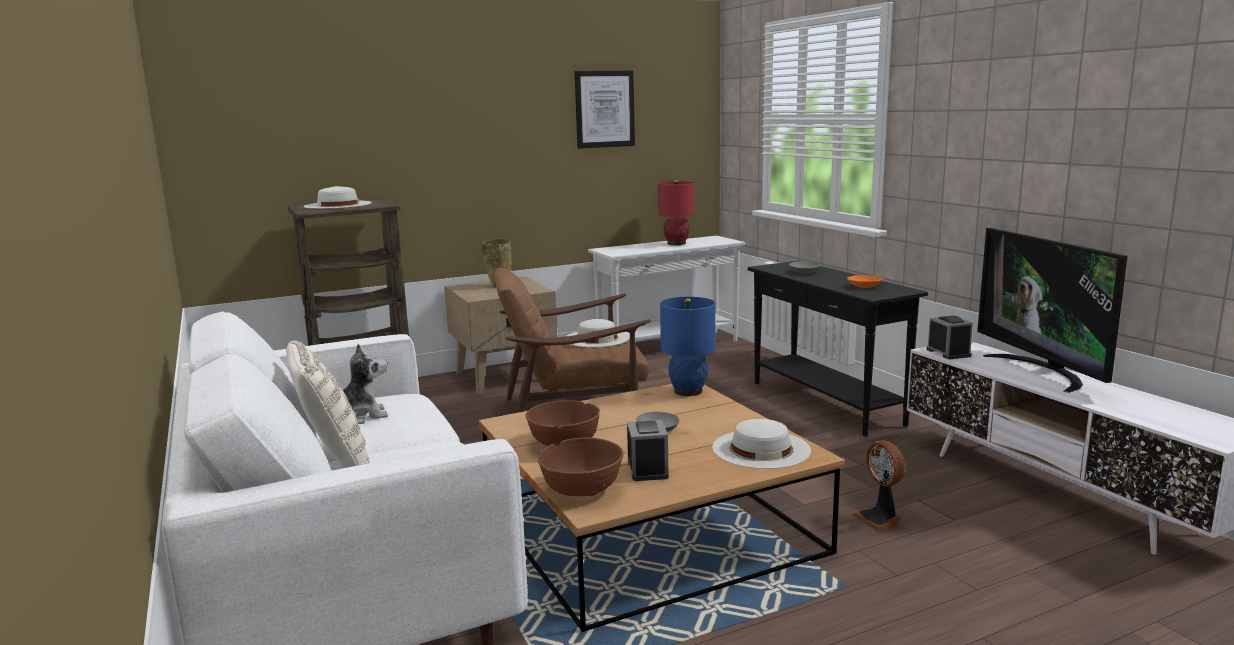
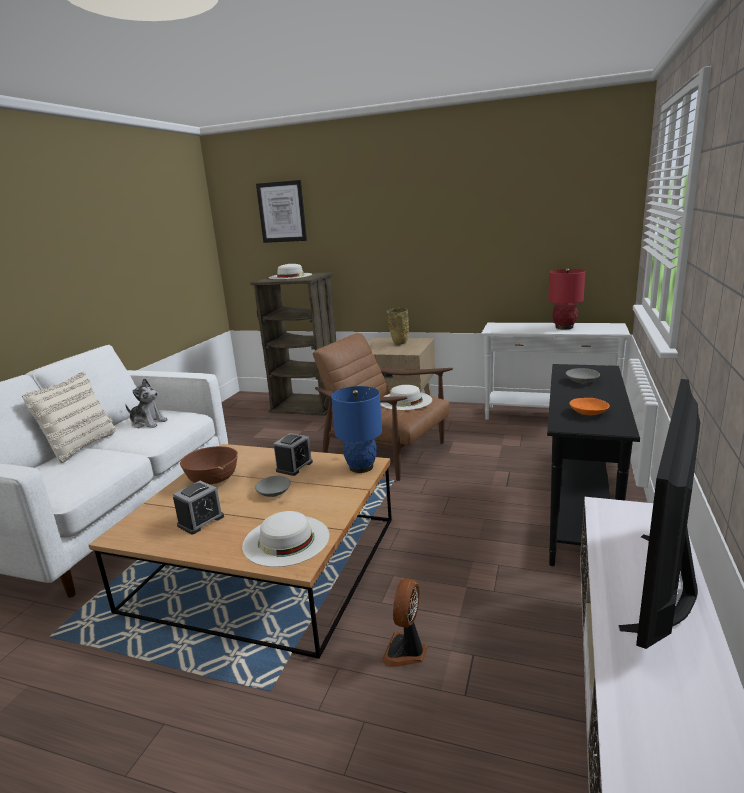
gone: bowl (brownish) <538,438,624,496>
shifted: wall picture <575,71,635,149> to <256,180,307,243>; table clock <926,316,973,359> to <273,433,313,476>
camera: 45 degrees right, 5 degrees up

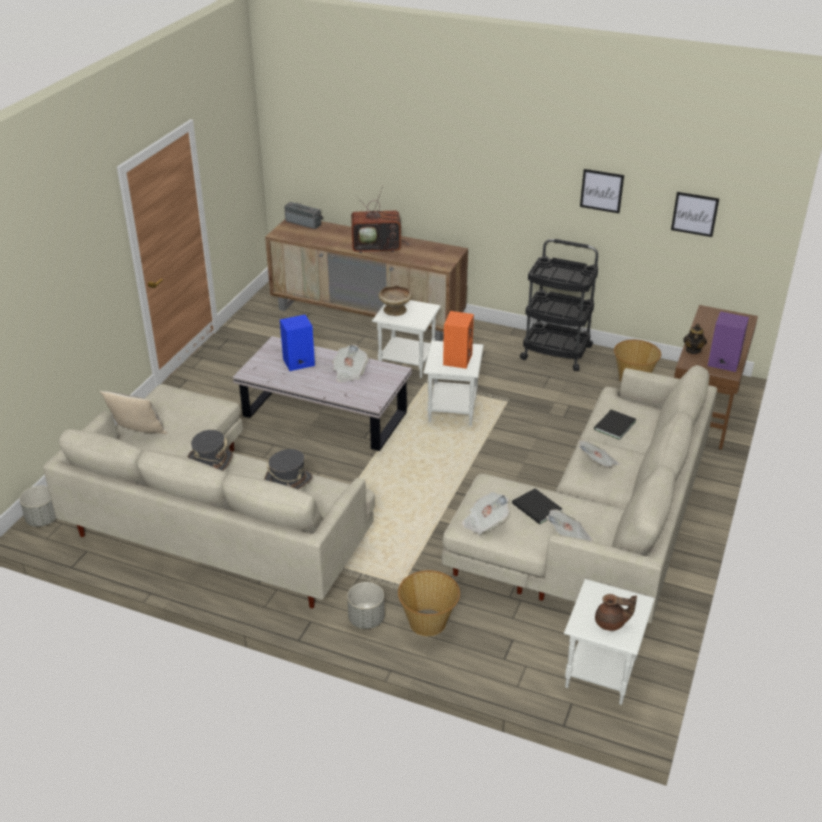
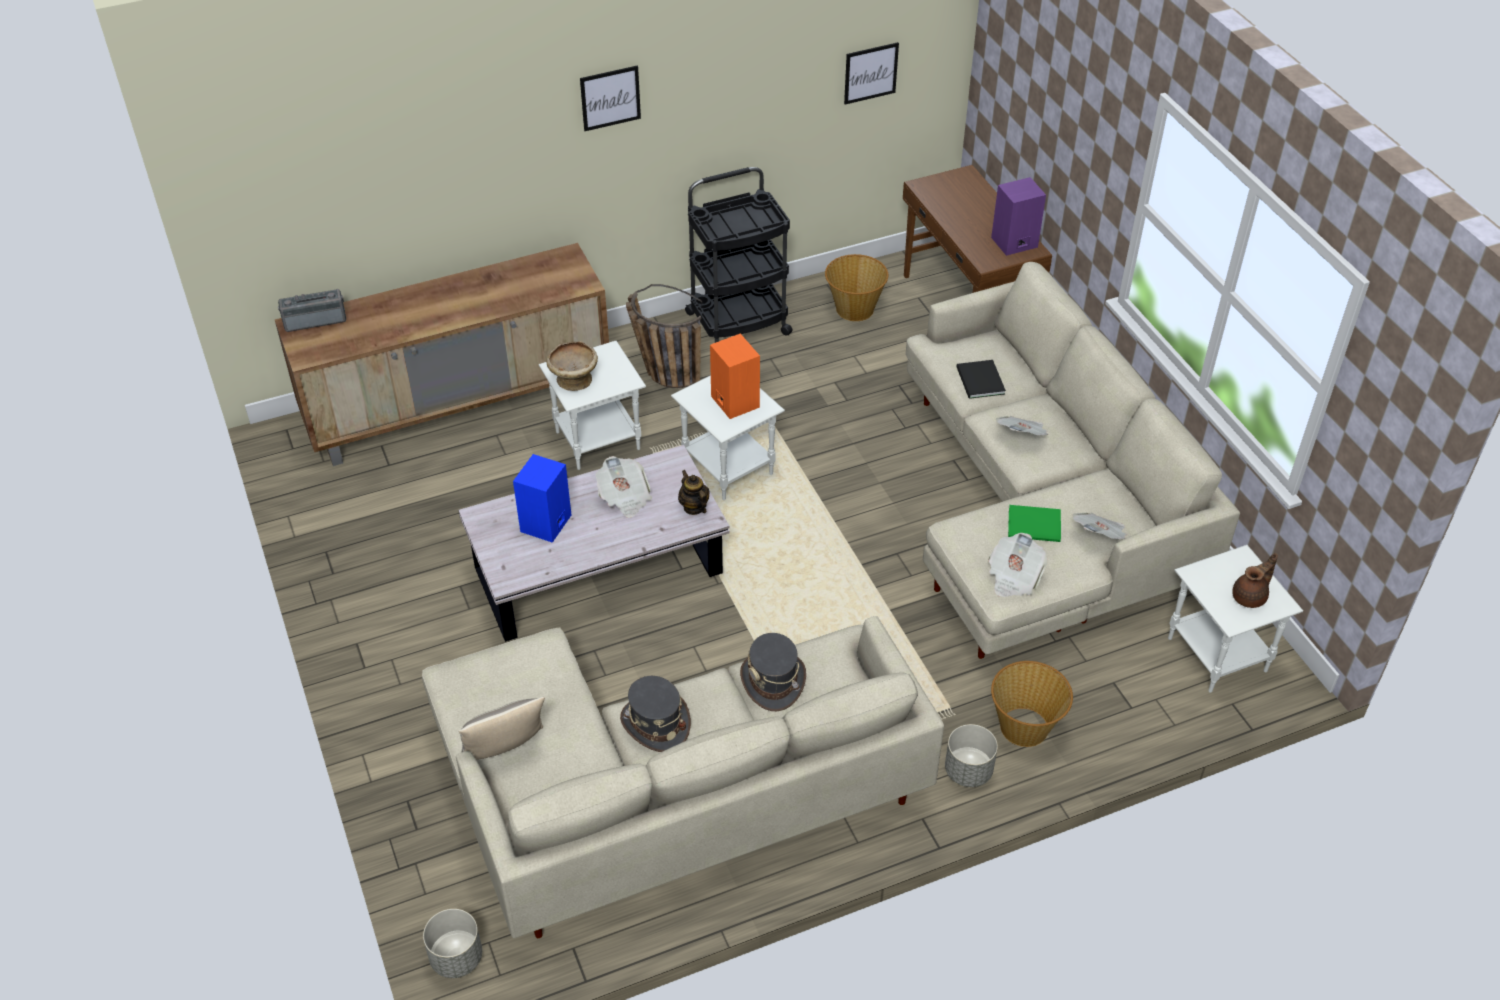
gone: TV <351,185,409,253>
new: basket <626,284,702,388>
shifted: wall picture <580,169,624,213> to <580,66,641,131>; tea pot <683,324,707,354> to <678,470,710,515>
repainted: volume (blackish) <512,488,562,524> to volume (greenish) <1008,505,1061,542>
camera: 45 degrees left, 10 degrees up

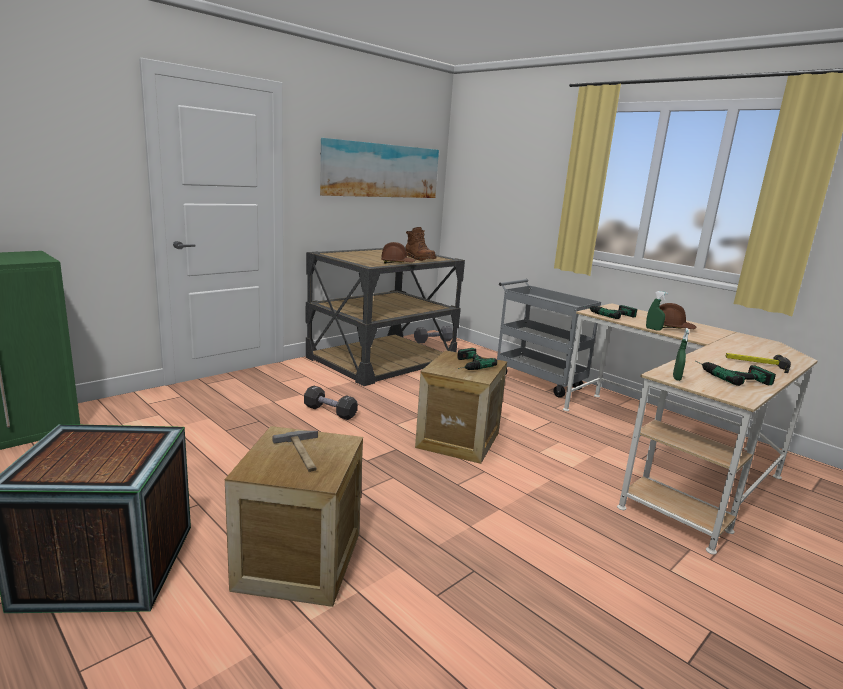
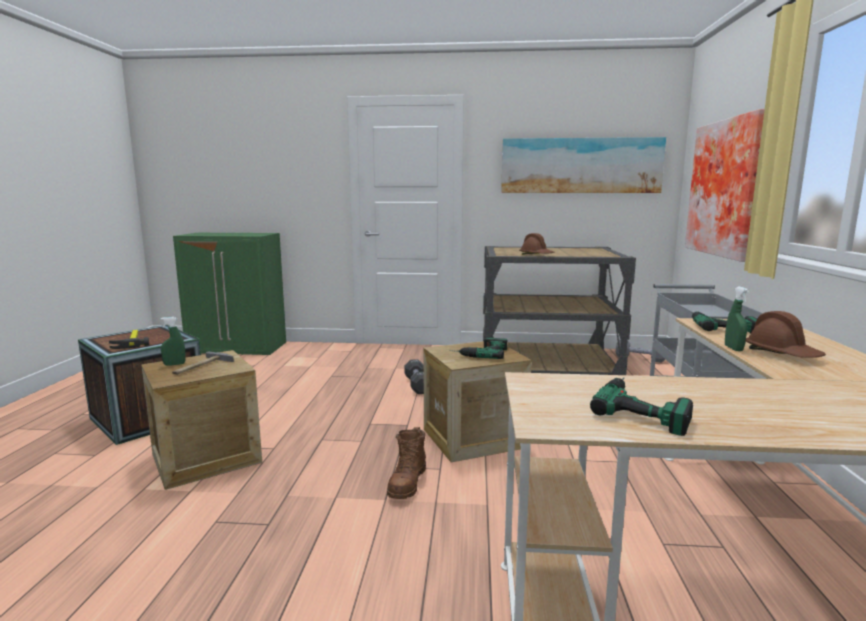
new: wall picture <685,109,765,262>
shifted: boot (brownish) <405,227,437,261> to <387,427,426,499>; hand sprayer (greenish) <673,328,690,381> to <160,317,186,366>; tool hammer <726,353,791,373> to <109,330,149,349>
camera: 50 degrees right, 5 degrees down

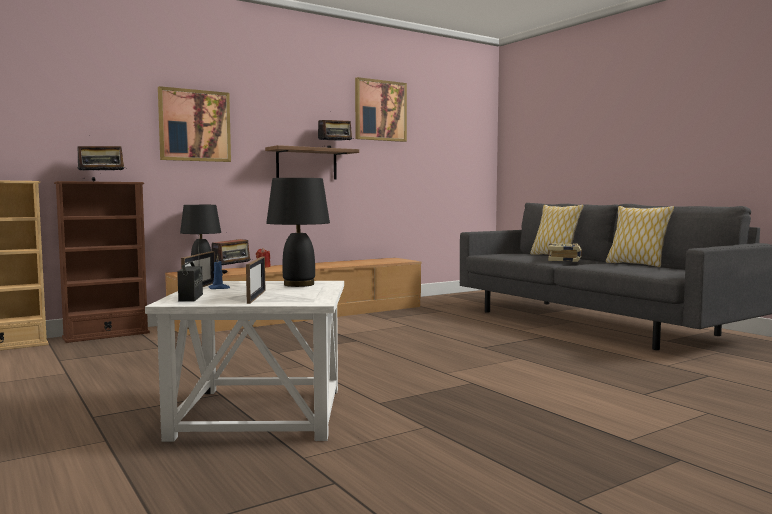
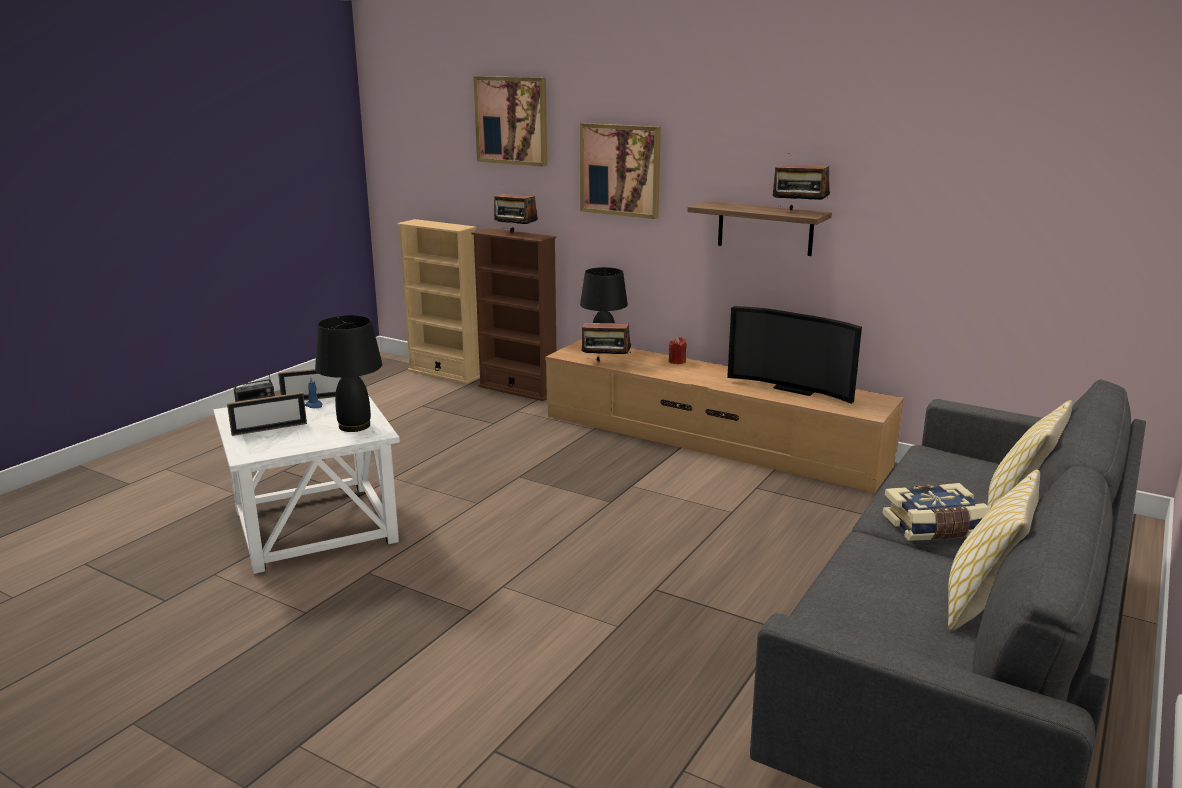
new: TV <727,306,862,404>
shifted: wall picture <355,77,407,142> to <473,76,547,167>
camera: 65 degrees right, 15 degrees up

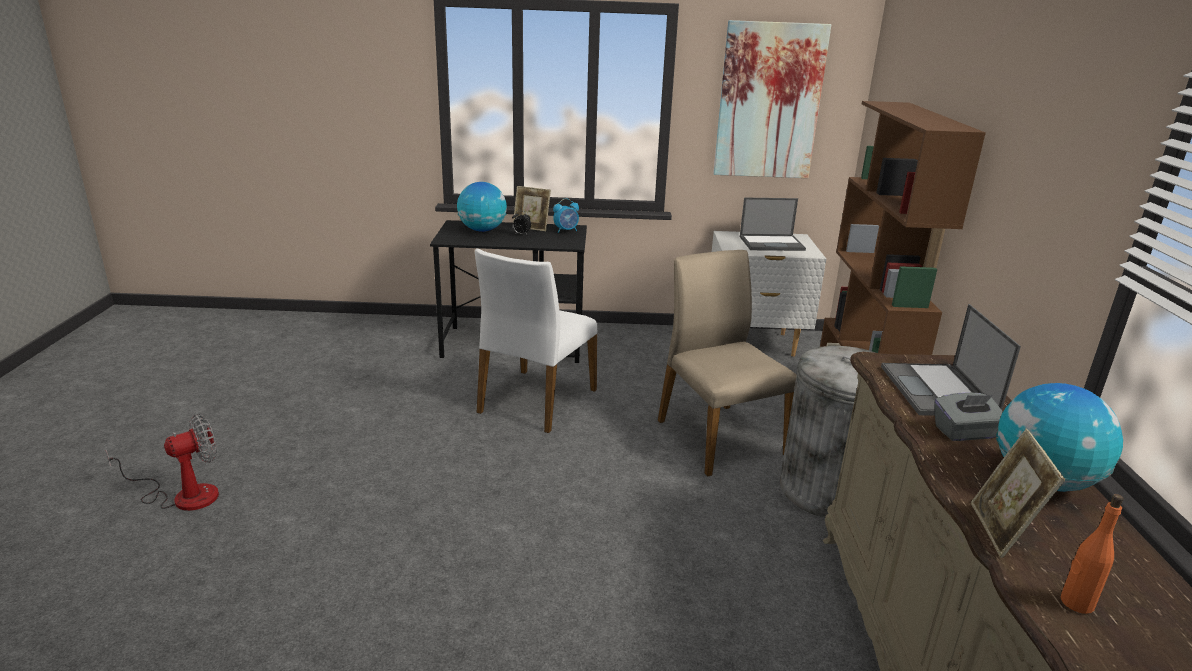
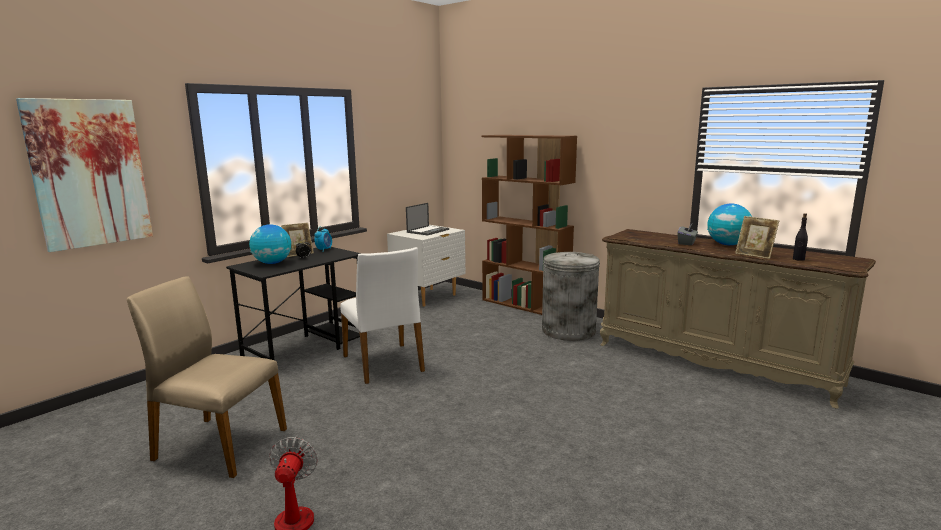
gone: portable computer <881,304,1021,416>
shifted: plain chair (beige-coloured) <658,250,797,477> to <127,276,287,478>; wall picture <713,20,831,178> to <16,98,153,252>
repainted: bottle (orange-coloured) <1061,494,1124,614> to bottle (blackish) <793,213,808,261>
camera: 50 degrees left, 10 degrees down

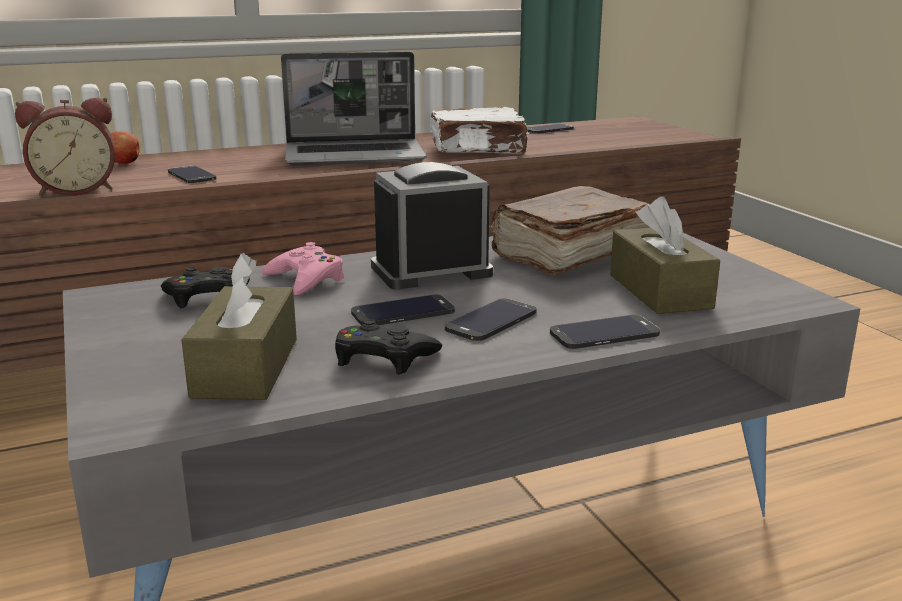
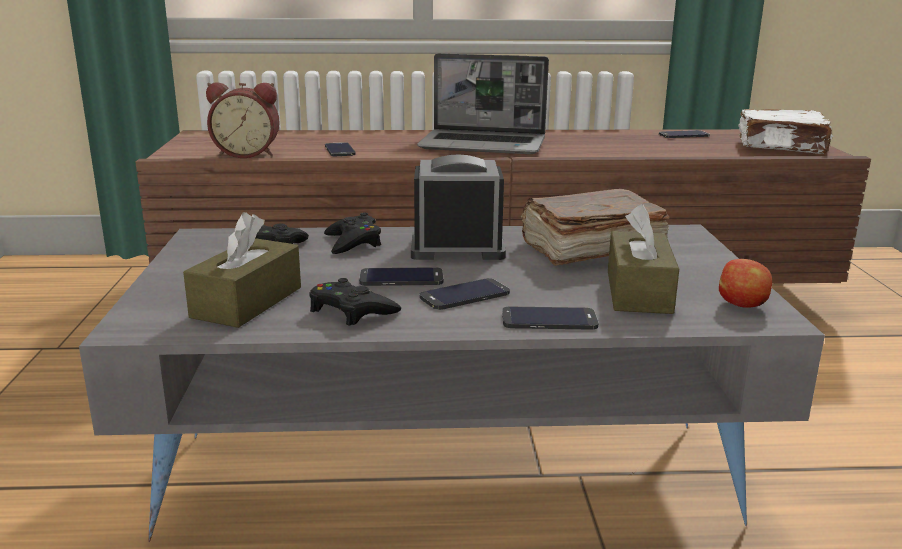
shifted: whole apple <110,131,139,164> to <719,259,772,308>; volume (white-coloured) <431,107,529,154> to <738,109,833,154>
repainted: game controller (pink-coloured) <262,242,344,295> to game controller (blackish) <324,213,381,254>
camera: 20 degrees right, 0 degrees up

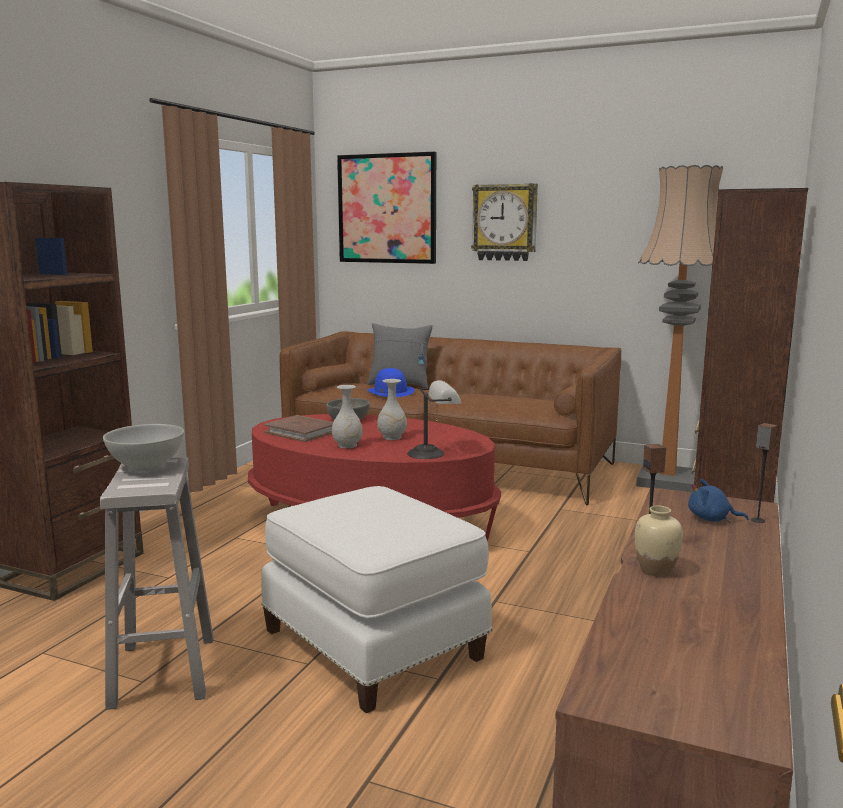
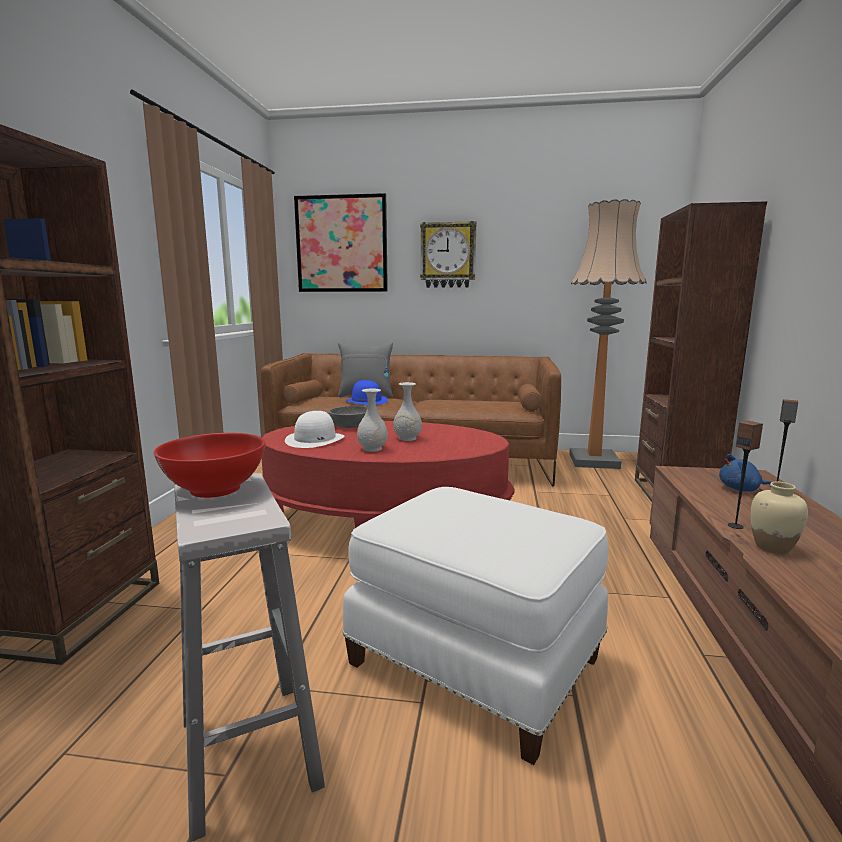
gone: tabletop lamp <407,380,461,459>
swapped: volume (brownish) <264,415,333,442> to hat (white-coloured) <285,411,345,448>
repainted: bowl (white-coloured) <103,424,184,472> to bowl (red-coloured) <154,433,265,498>
camera: 15 degrees left, 0 degrees up

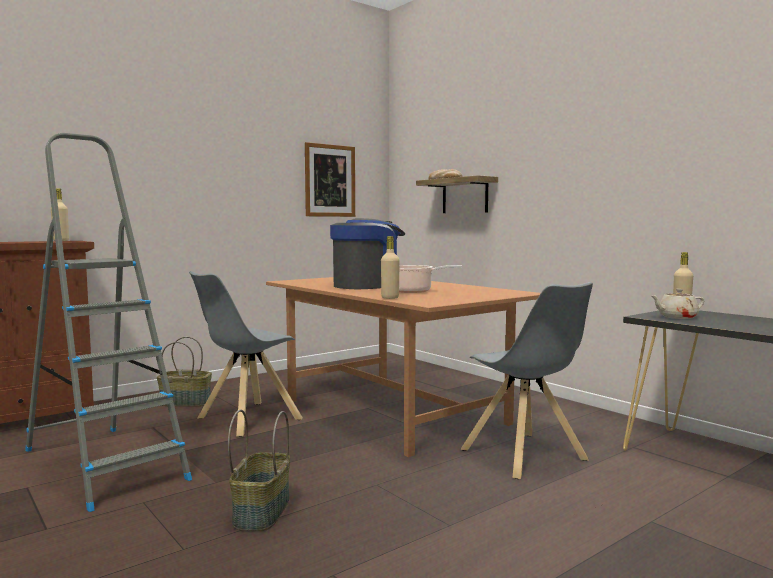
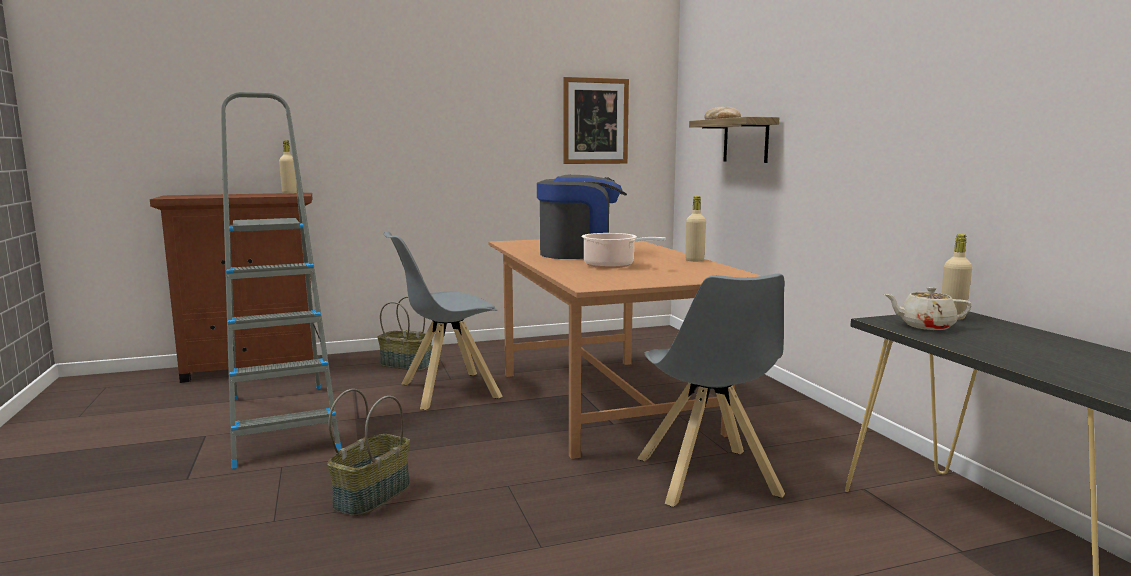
shifted: bottle (beige-coloured) <381,236,400,299> to <685,196,706,262>
camera: 20 degrees right, 5 degrees up

